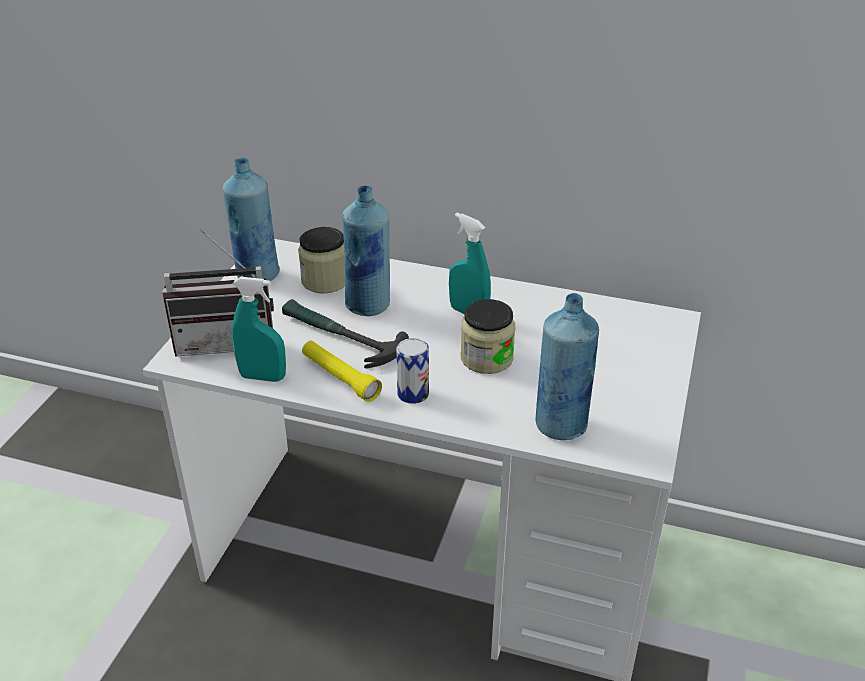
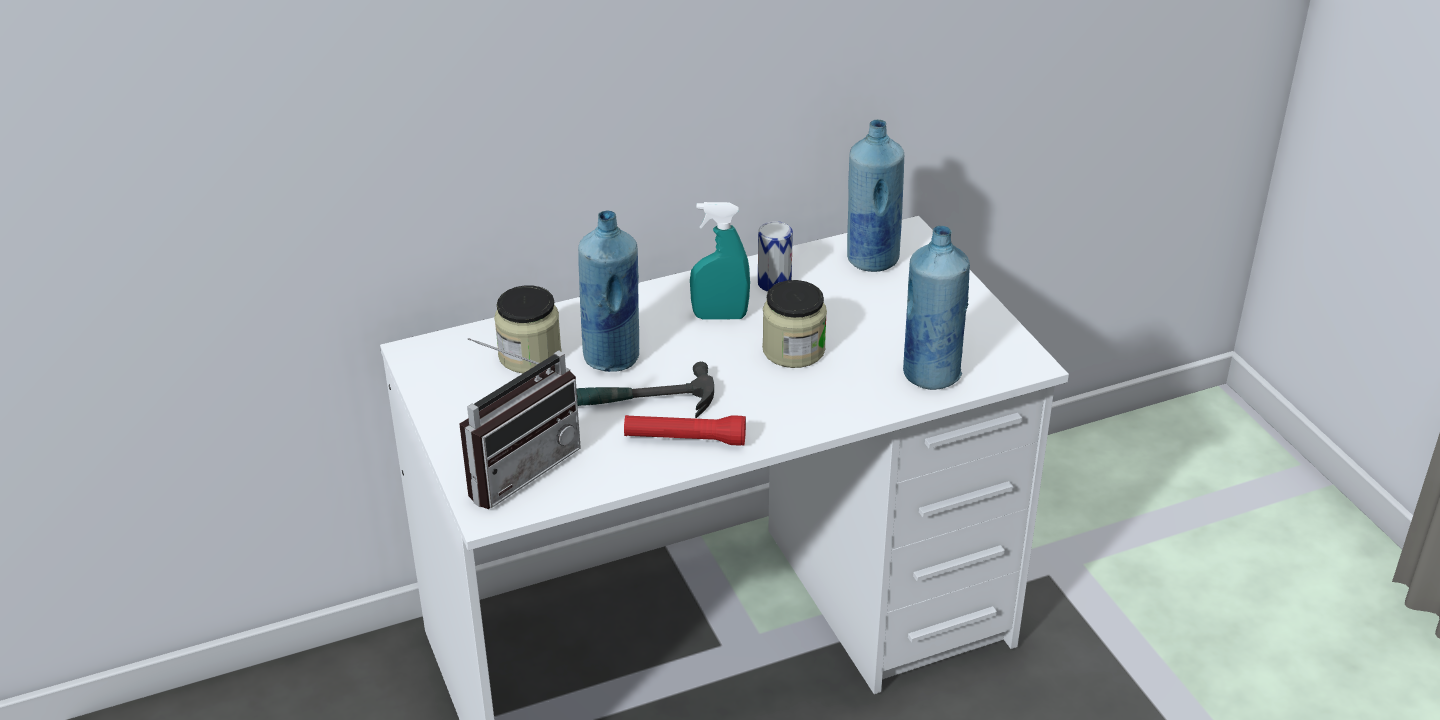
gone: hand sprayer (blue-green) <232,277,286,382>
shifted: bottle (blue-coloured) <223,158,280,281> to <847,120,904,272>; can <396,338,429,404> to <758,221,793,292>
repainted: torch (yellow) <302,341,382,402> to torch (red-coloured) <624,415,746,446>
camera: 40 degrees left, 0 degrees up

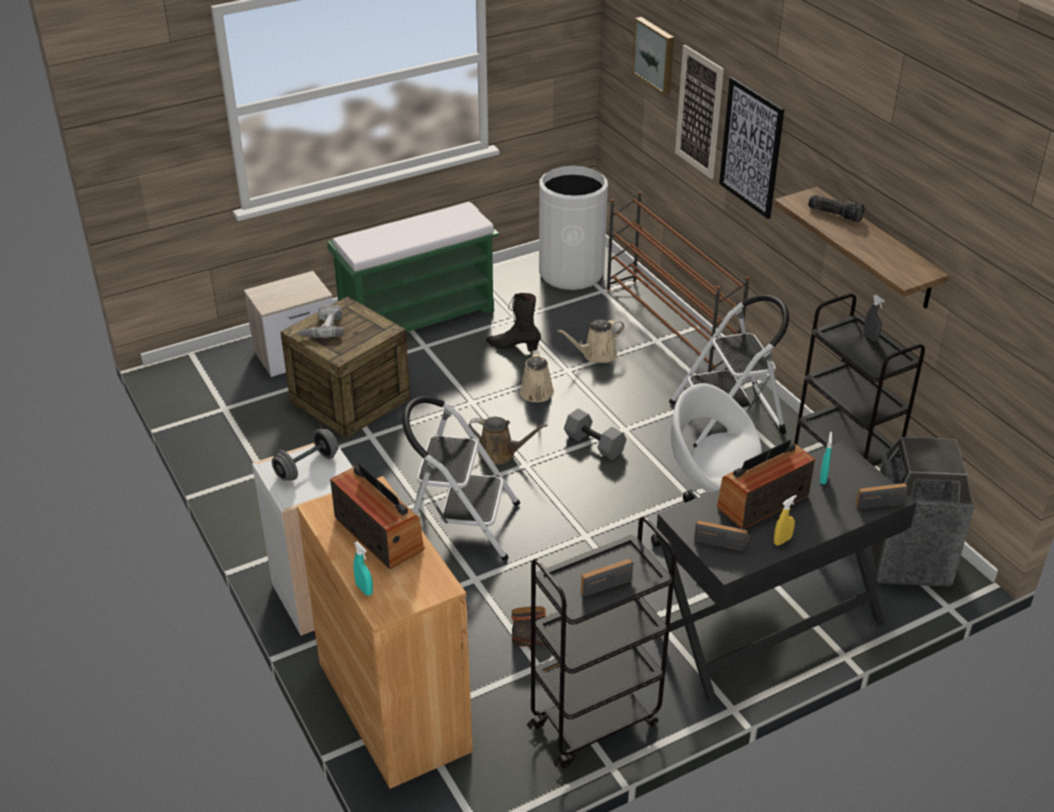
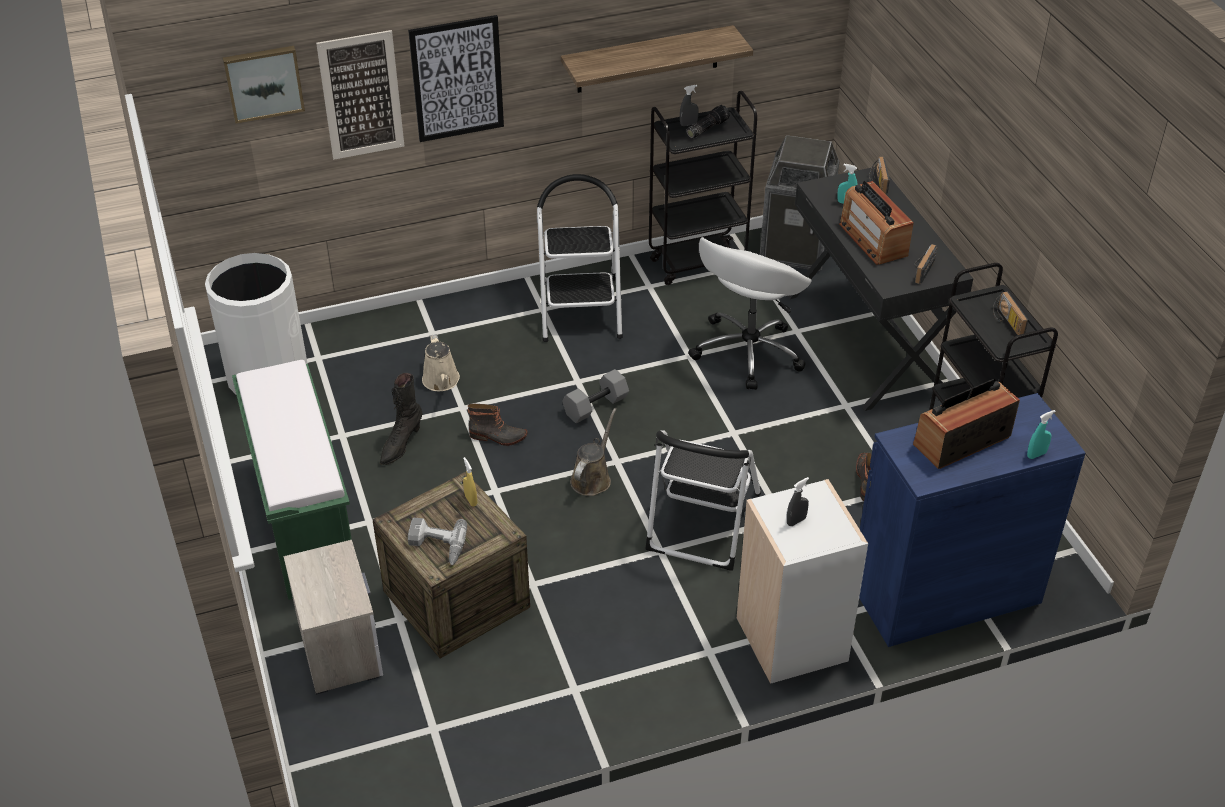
gone: shoe shelf (brownish) <607,191,749,373>
shifted: hand sprayer (yellow) <774,495,797,546> to <463,457,477,507>; torch <808,195,865,222> to <686,105,730,139>
swapped: free weight (greyish) <272,429,339,481> to hand sprayer (greyish) <787,477,809,526>; sprinkling can (beige-coloured) <520,350,554,402> to boot <468,404,527,446>
repainted: storage cabinet (brownish) <297,476,473,789> to storage cabinet (blue-coloured) <859,393,1086,647>
camera: 80 degrees left, 5 degrees up

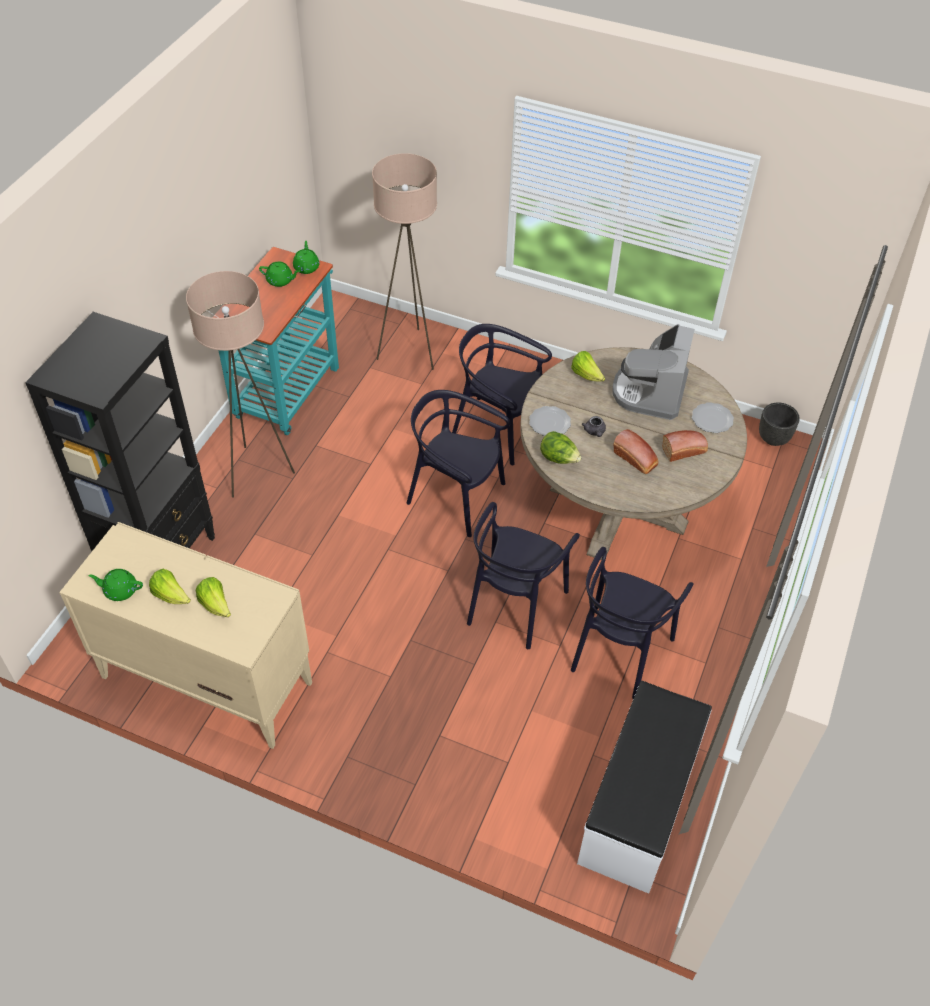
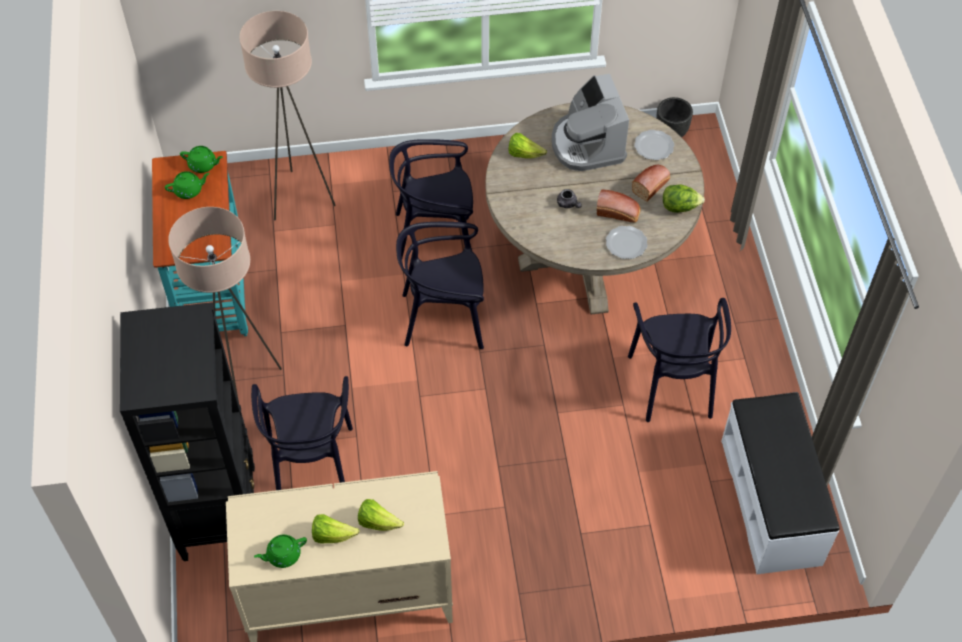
shifted: plain chair (blackish) <467,502,580,649> to <251,376,353,490>; dinner plate <529,406,571,436> to <606,226,648,259>; lettuce head <540,431,581,464> to <663,185,705,213>
rotated: tea pot (greenish) <293,241,319,274> = <180,146,223,173> 135 degrees clockwise
camera: 30 degrees left, 5 degrees up

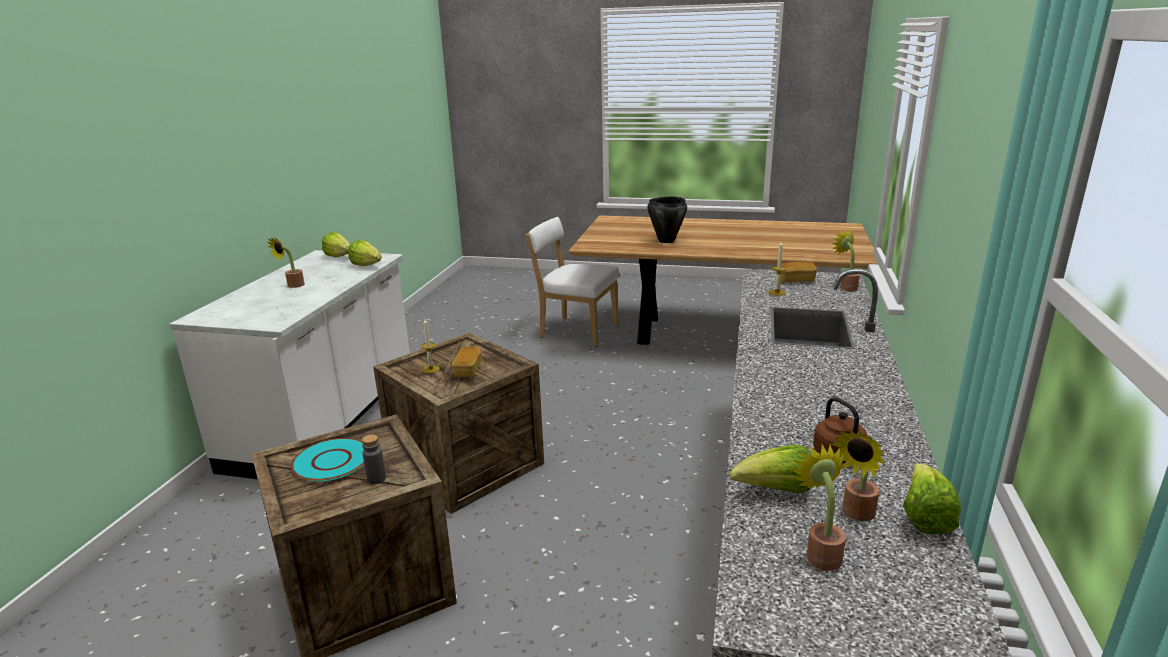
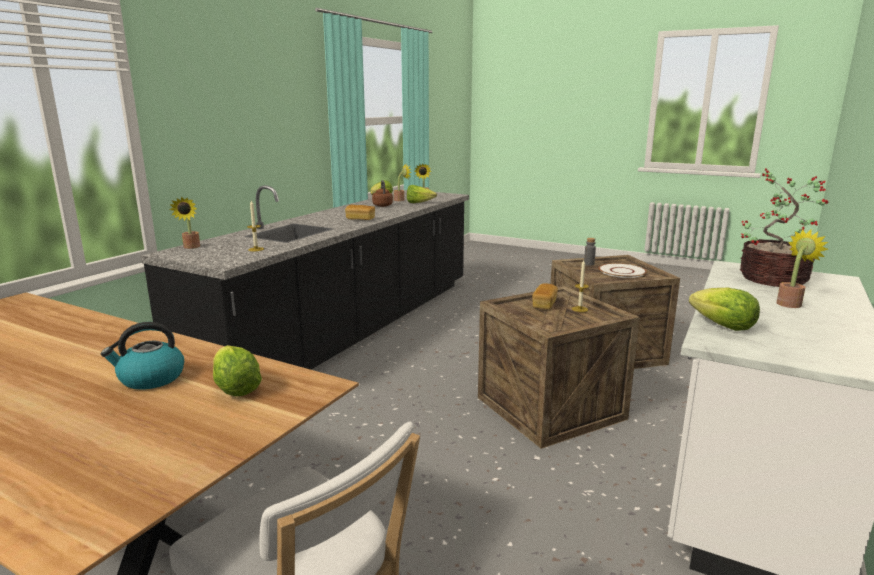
new: houseplant <740,168,828,287>
shifted: lettuce head <322,232,350,257> to <213,345,262,396>; bakery bread <780,262,817,282> to <345,205,375,220>
swapped: cooking pot (blackish) <647,197,687,243> to tea kettle <101,322,184,390>
repainted: dinner plate (blue-green) <291,438,364,481> to dinner plate (white-coloured) <599,263,647,278>
camera: 165 degrees left, 5 degrees down

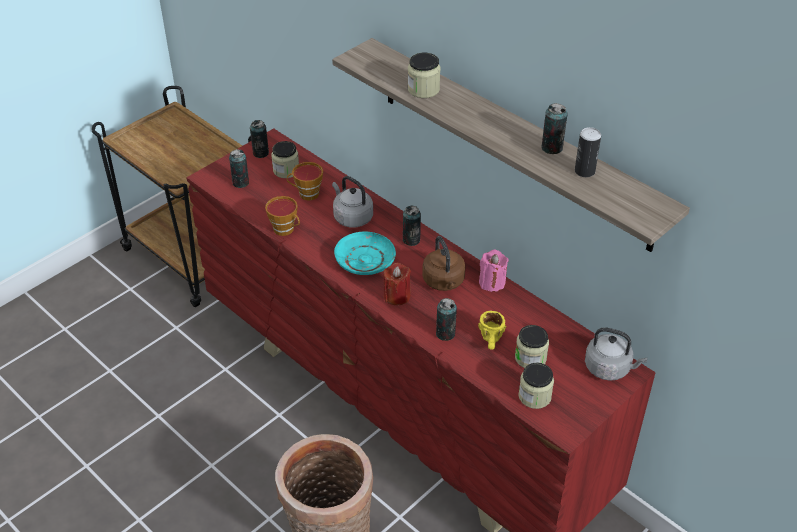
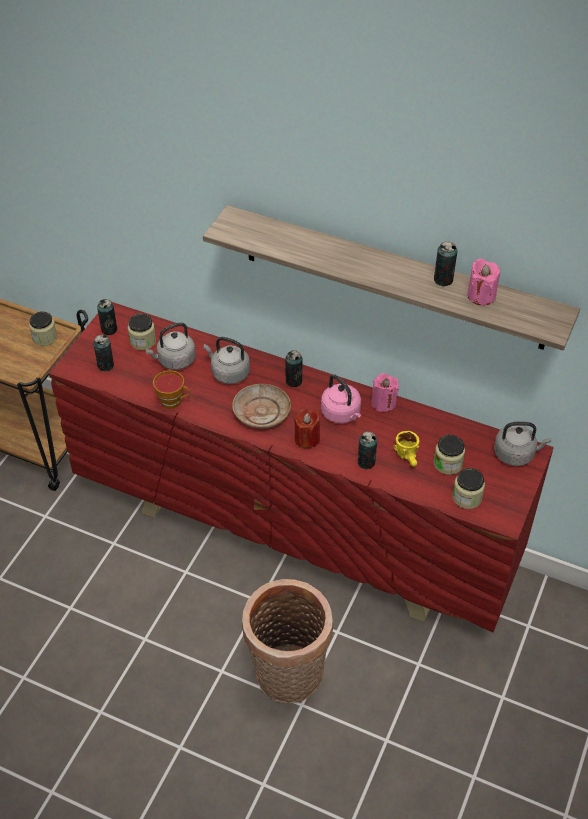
shifted: preserve jar <408,53,440,98> to <29,311,57,346>
swapped: drinking cup <287,162,323,200> to tea kettle (greyish) <145,322,196,370>; can <575,127,601,177> to candle (pink-coloured) <467,258,500,305>
repainted: dinner plate (blue-green) <334,232,396,275> to dinner plate (beige-coloured) <232,384,291,428>; tea kettle (brownish) <422,236,465,291> to tea kettle (pink-coloured) <321,375,361,423>
camera: 20 degrees left, 5 degrees up

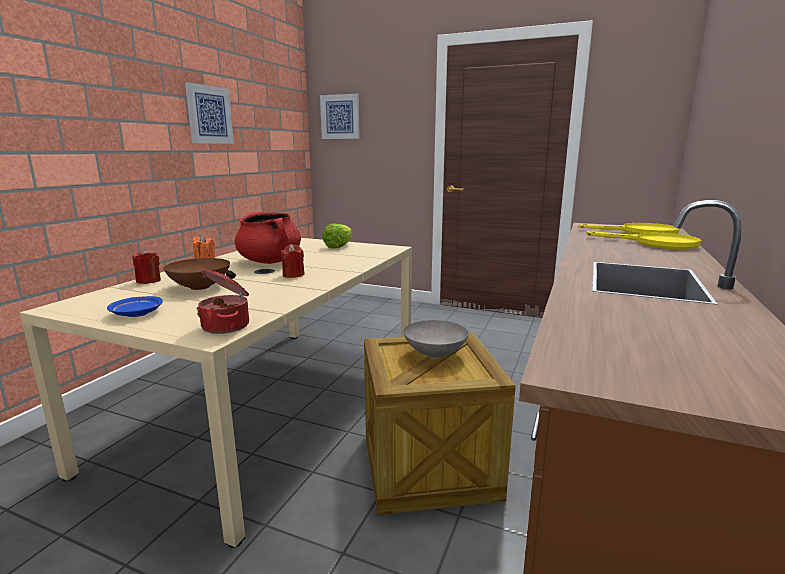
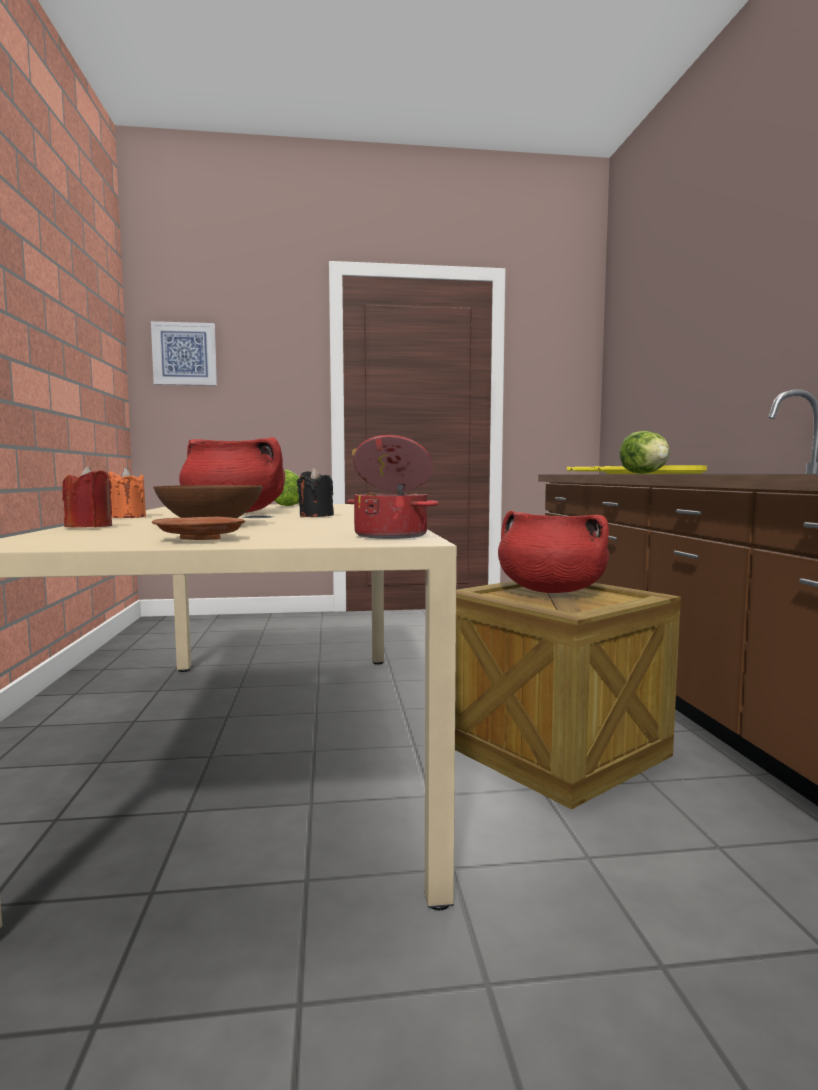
gone: wall picture <185,82,234,144>
new: lettuce head <619,431,670,474>
swapped: bowl (greyish) <403,320,469,358> to cooking pot (red-coloured) <498,511,609,593>
repainted: dinner plate (blue-coloured) <107,296,163,317> to dinner plate (brownish) <152,517,245,540>; candle (red-coloured) <281,244,305,278> to candle (blackish) <297,468,334,517>
camera: 30 degrees left, 10 degrees down

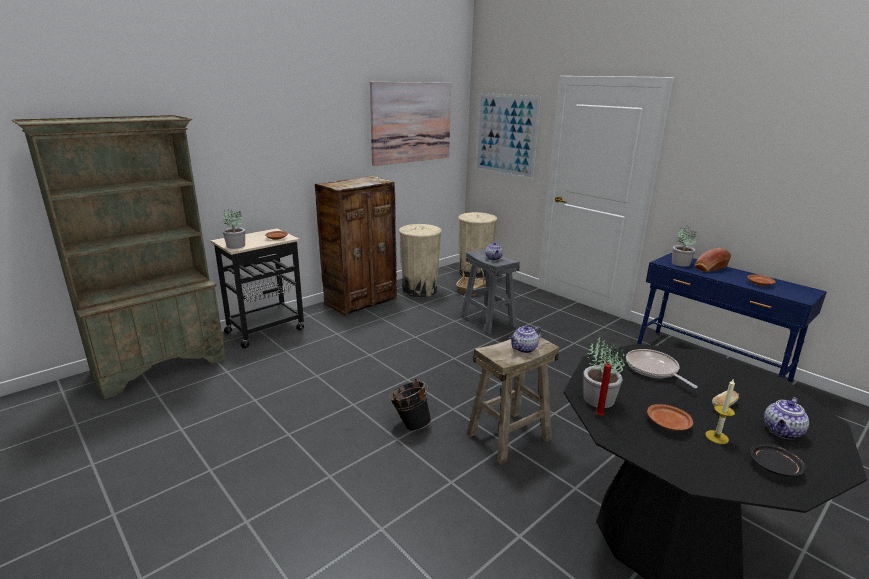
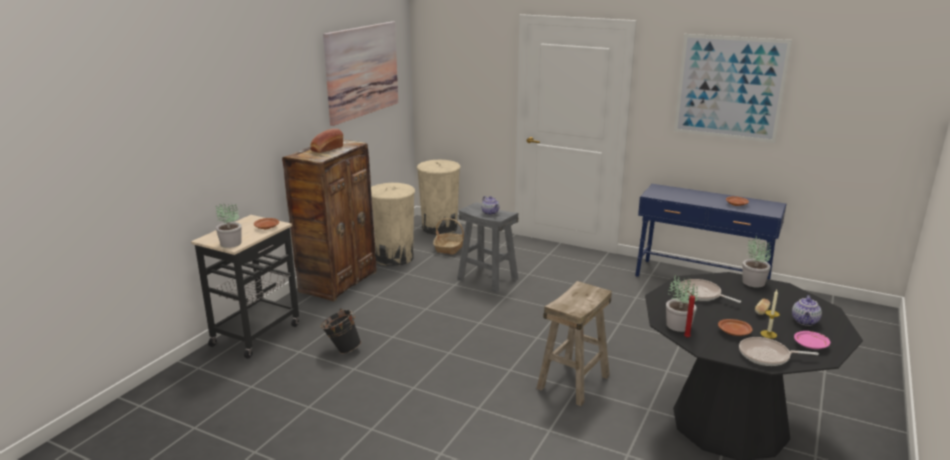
gone: bookshelf (greenish) <12,115,226,399>; tea pot <509,326,542,353>
new: frying pan <739,337,819,366>
shifted: water bucket (blackish) <389,379,431,431> to <321,309,361,354>; wall picture <475,93,541,180> to <674,34,792,143>; houseplant <672,228,697,267> to <742,236,771,287>; bakery bread <694,248,731,272> to <310,128,343,153>
repainted: dinner plate (blackish) <750,444,806,476> to dinner plate (pink-coloured) <794,331,830,349>
camera: 20 degrees left, 0 degrees up

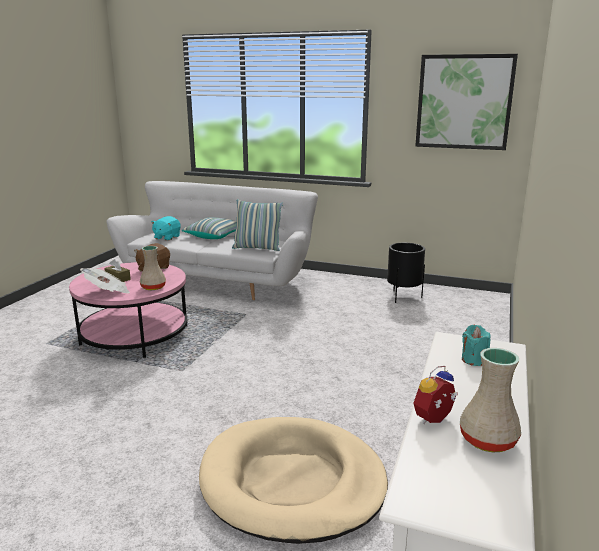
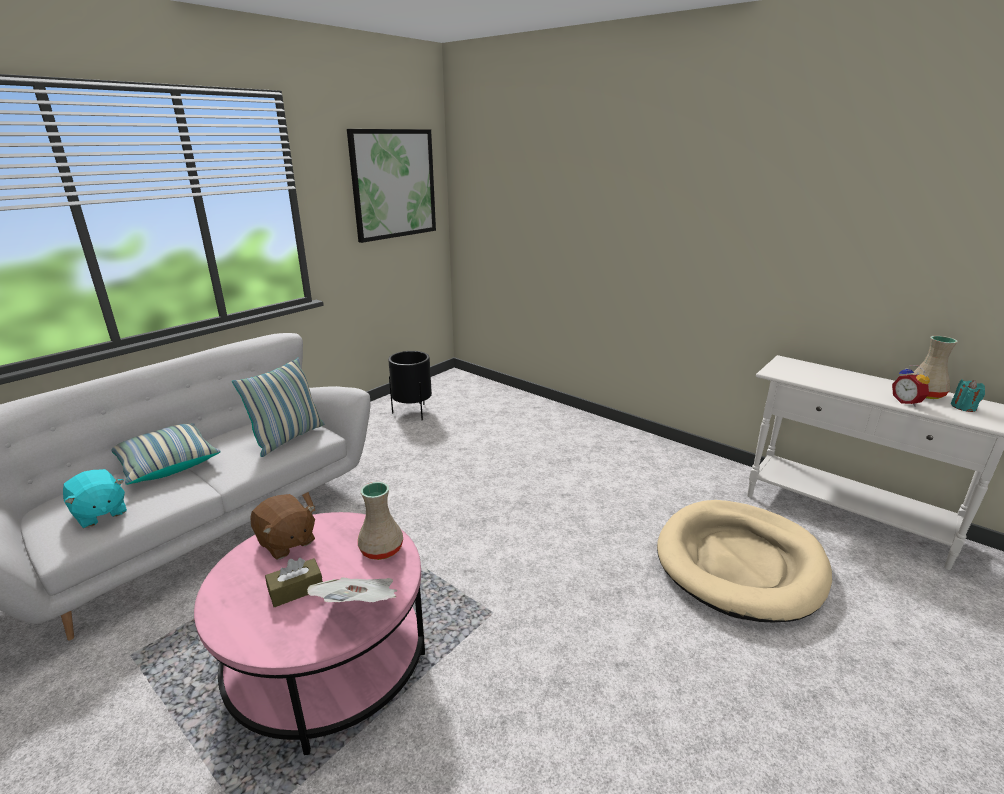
shifted: candle (blue-green) <462,325,490,366> to <951,379,985,412>
camera: 70 degrees left, 5 degrees up

